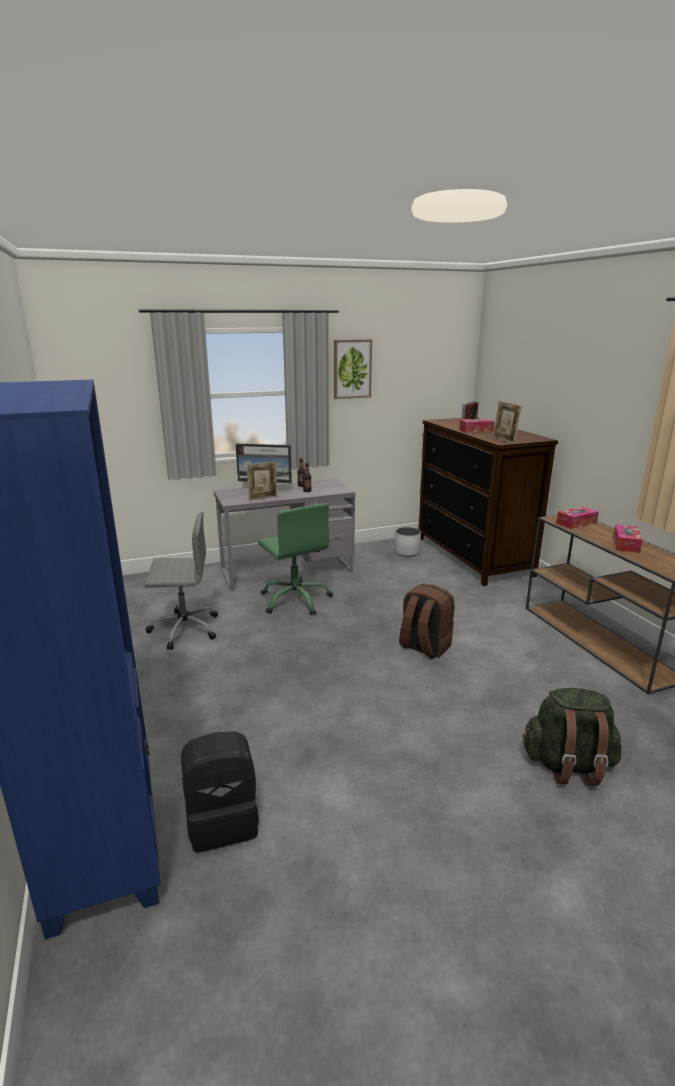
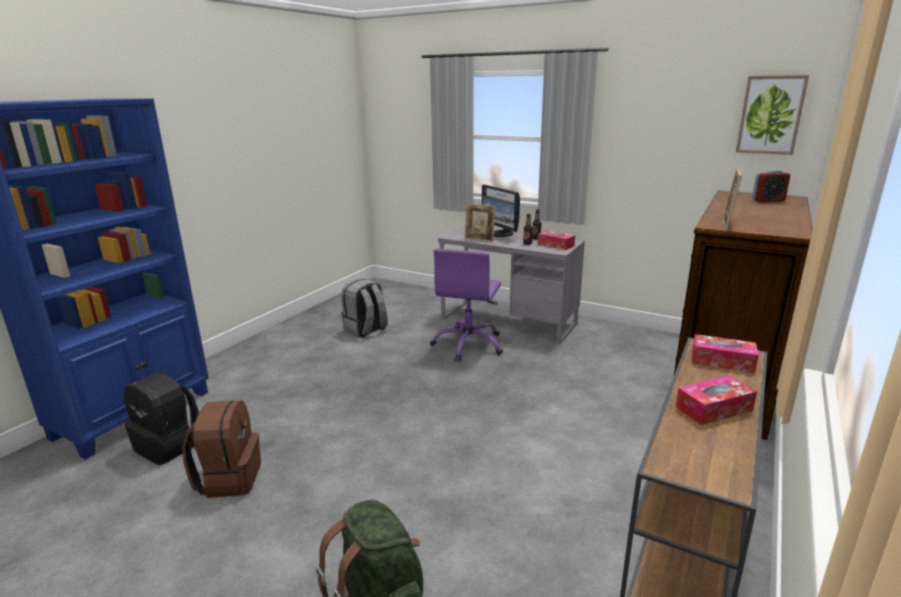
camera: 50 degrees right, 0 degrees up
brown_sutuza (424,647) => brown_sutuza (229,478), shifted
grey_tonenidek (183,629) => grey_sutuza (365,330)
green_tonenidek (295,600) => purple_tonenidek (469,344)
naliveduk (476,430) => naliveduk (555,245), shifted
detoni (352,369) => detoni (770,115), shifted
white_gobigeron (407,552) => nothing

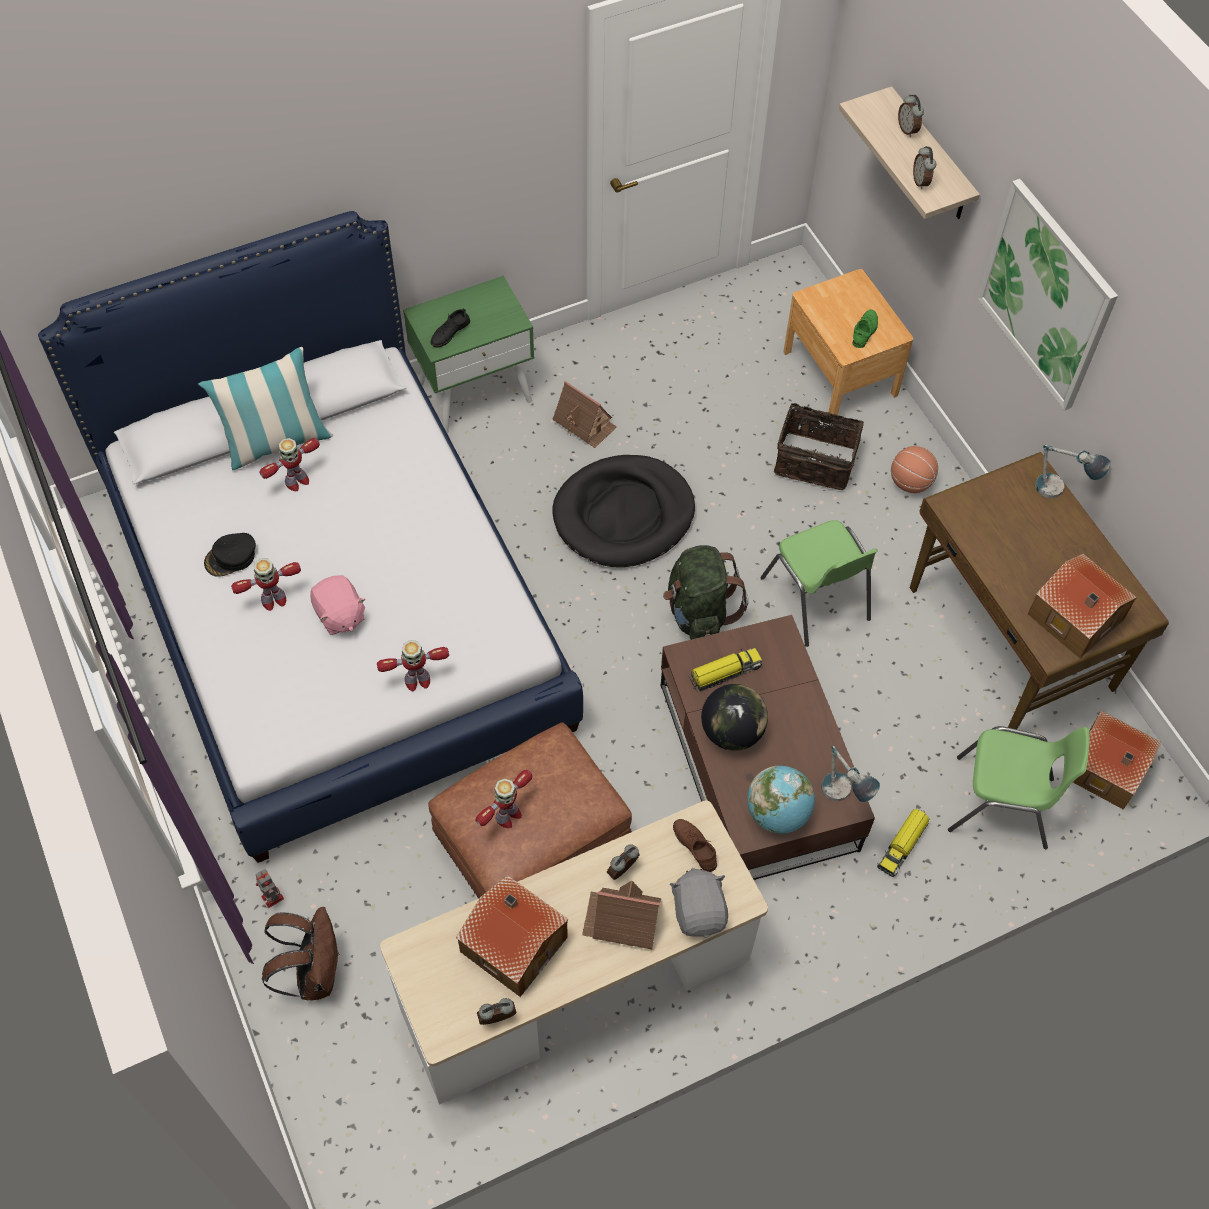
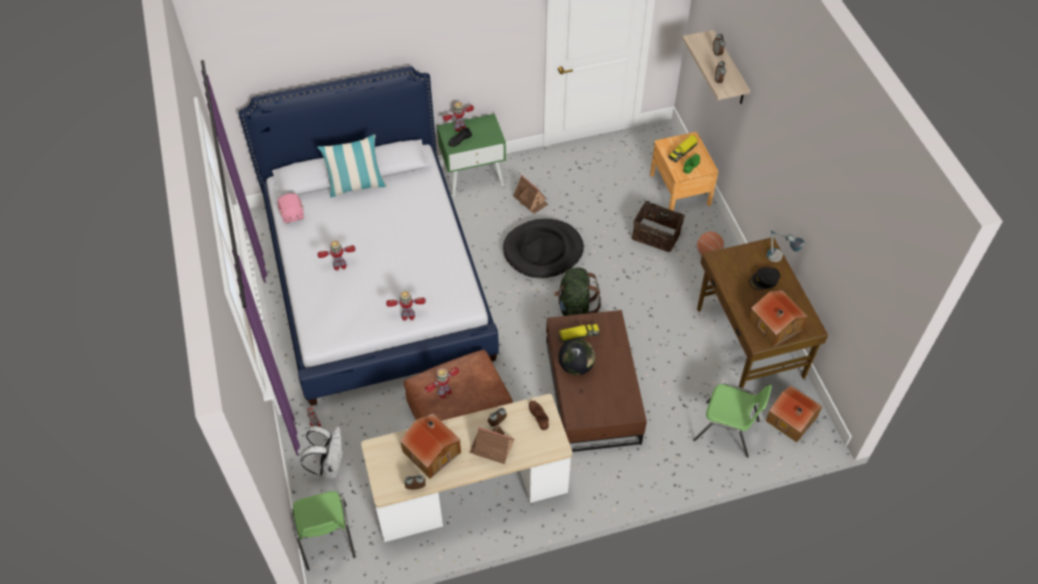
camera: 10 degrees right, 5 degrees down
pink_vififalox (339,615) => pink_vififalox (292,215), shifted
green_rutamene (816,600) => green_rutamene (326,538), shifted
brown_sutuza (314,973) => white_sutuza (330,466)
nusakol (296,481) => nusakol (459,127), shifted
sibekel (902,845) => sibekel (682,151), shifted
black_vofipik (231,557) => black_vofipik (764,280), shifted
grey_vififalox (699,911) => nothing
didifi (777,813) => nothing
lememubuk (843,798) => nothing
detoni (1046,295) => nothing

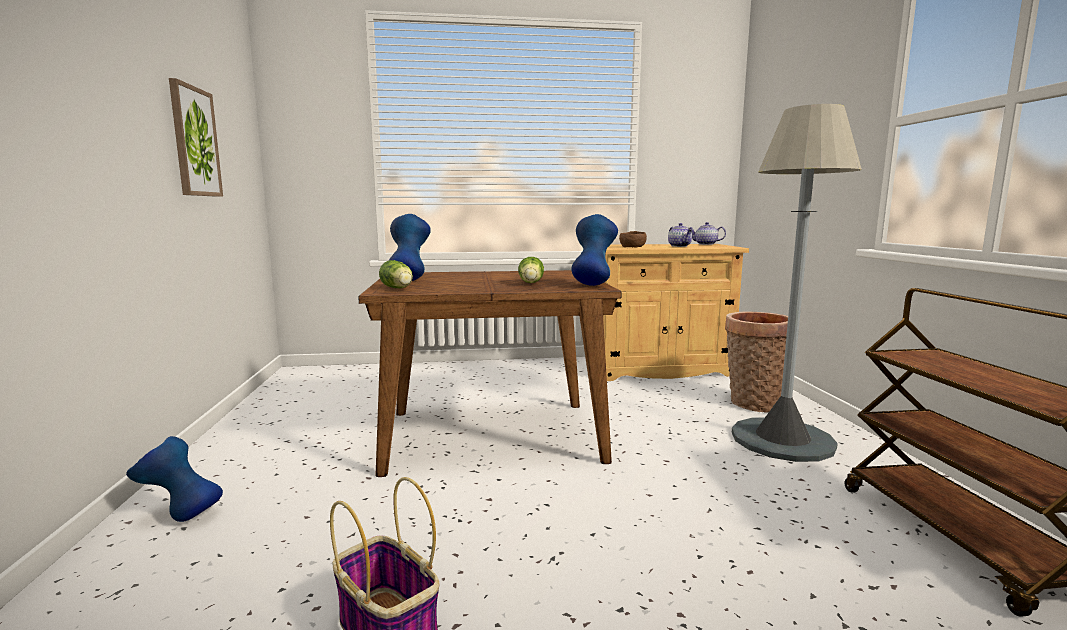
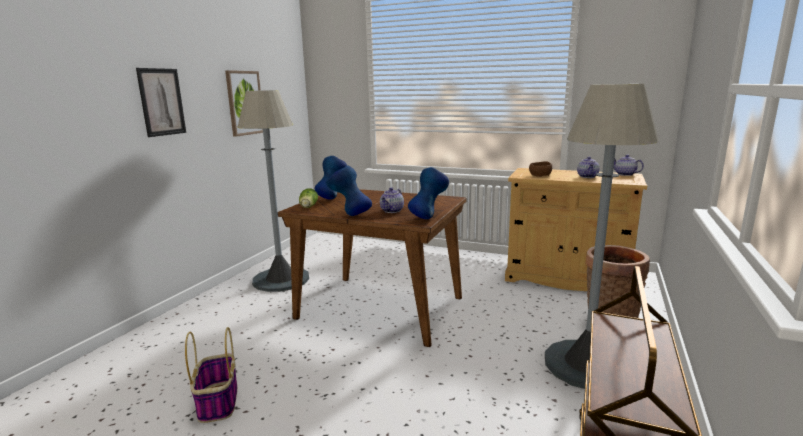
camera: 30 degrees right, 5 degrees up
nothing => detoni (161,102)
nothing => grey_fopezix (281,279)
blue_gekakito (180,517) => blue_gekakito (350,214), shifted
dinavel (531,283) => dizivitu (392,211)

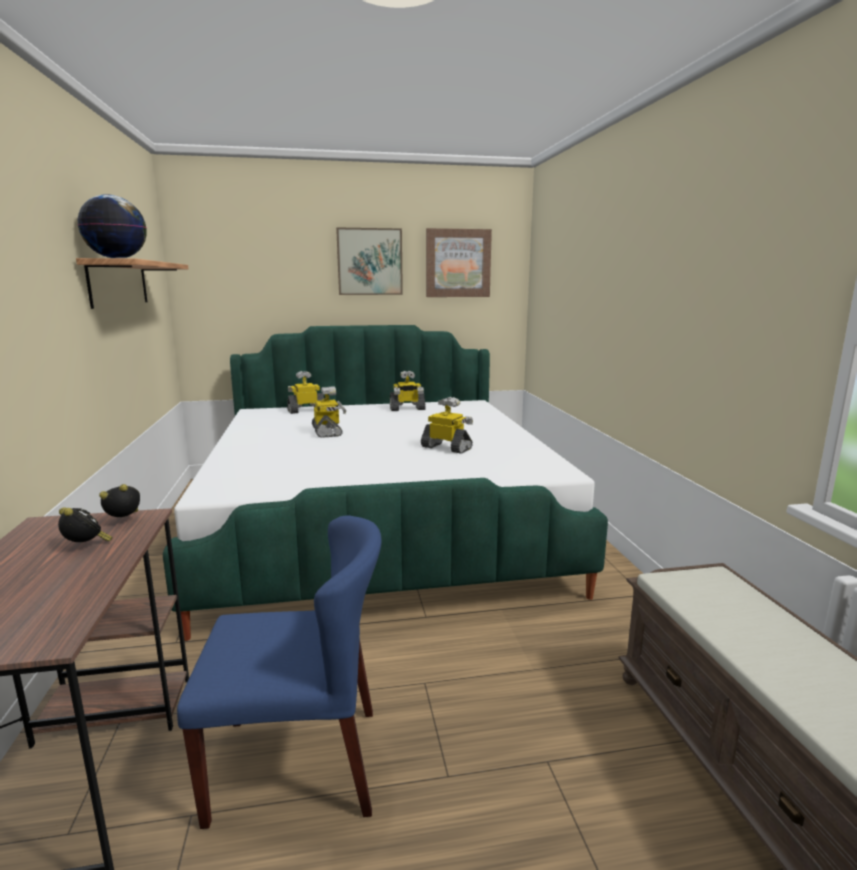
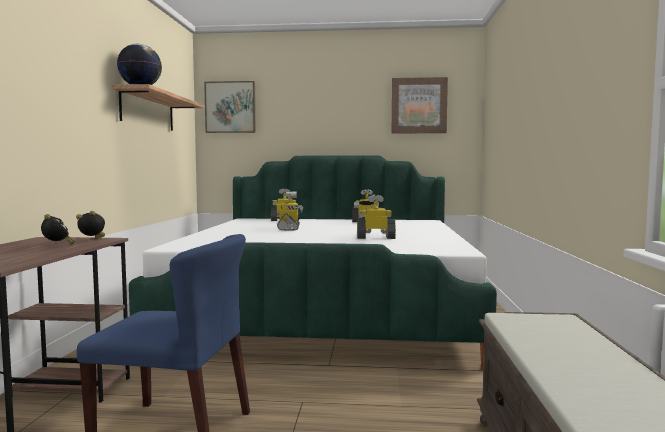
camera: 15 degrees right, 10 degrees down
detoni (369,262) => detoni (230,107), shifted
nusakol (447,448) => nusakol (376,237), 45 degrees counterclockwise

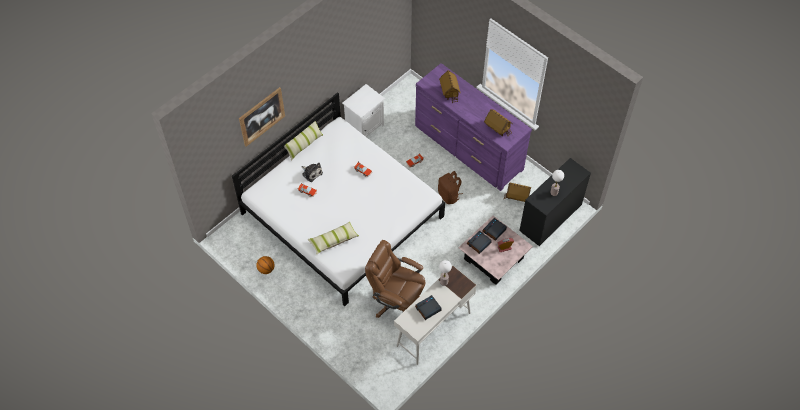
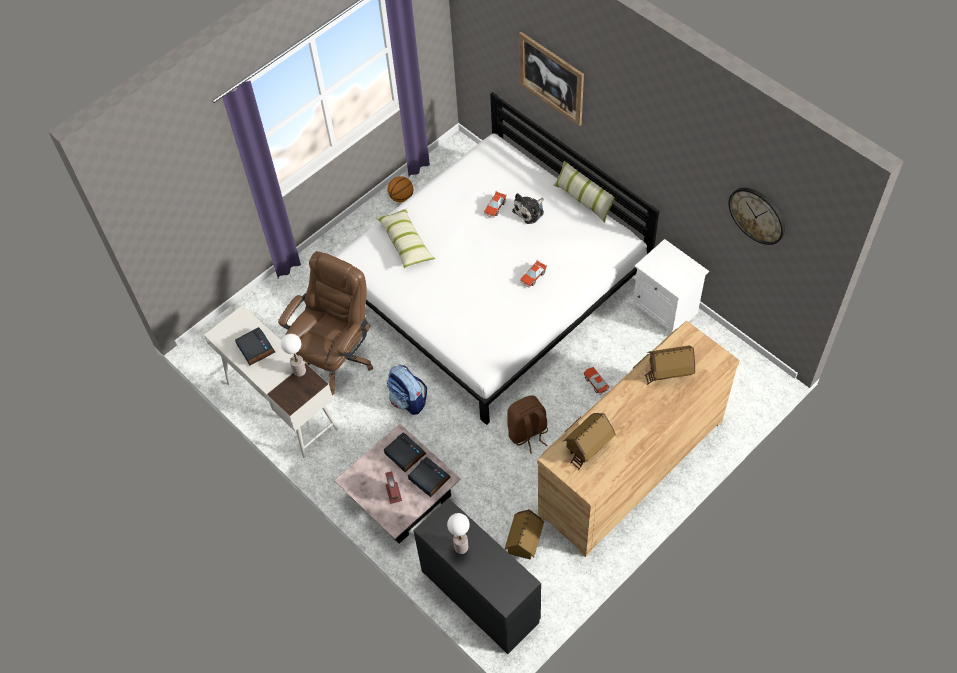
camera: 95 degrees right, 0 degrees up
nothing => sutuza (408,400)
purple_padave (468,148) => brown_padave (630,466)
nothing => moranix (757,215)

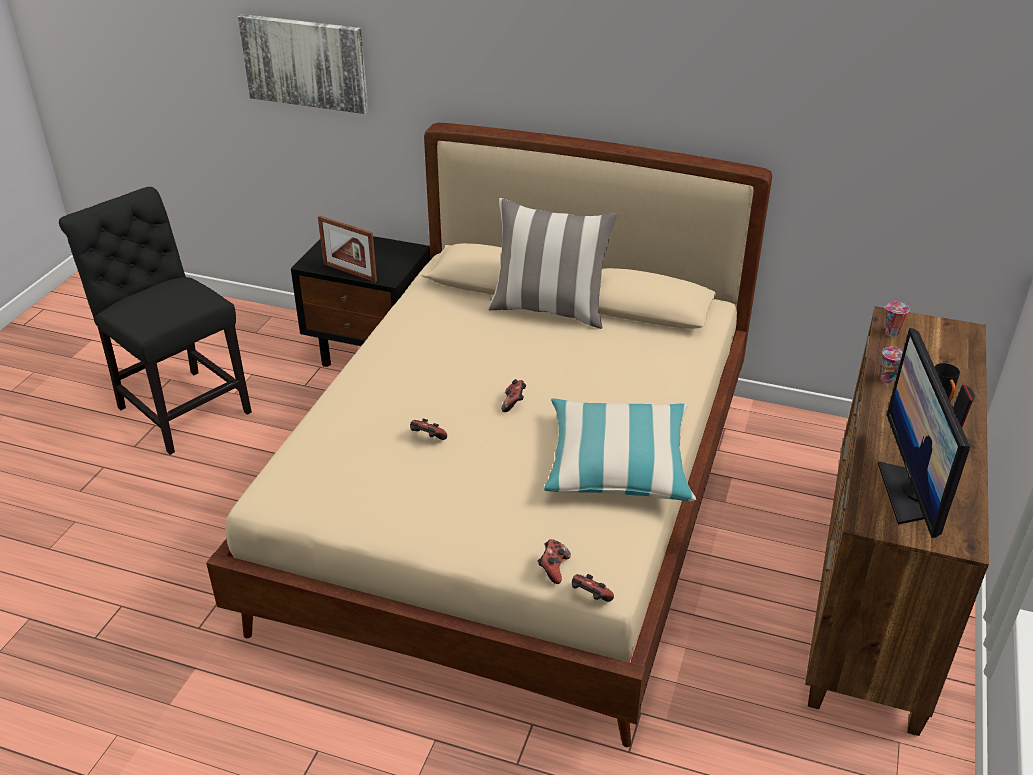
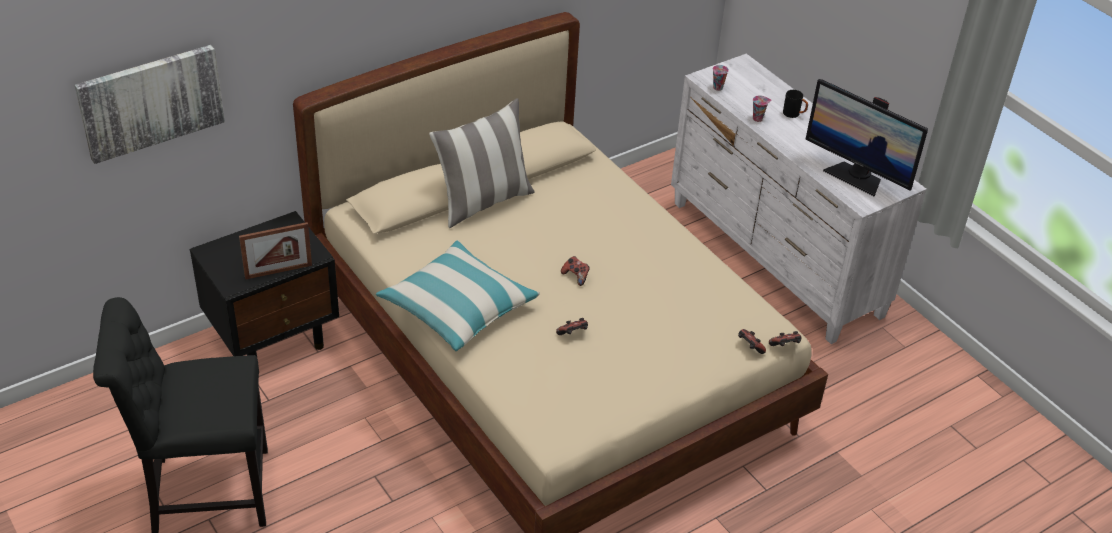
camera: 55 degrees left, 5 degrees up
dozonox (618,464) => dozonox (458,307), shifted
brown_padave (873,589) => white_padave (774,259)

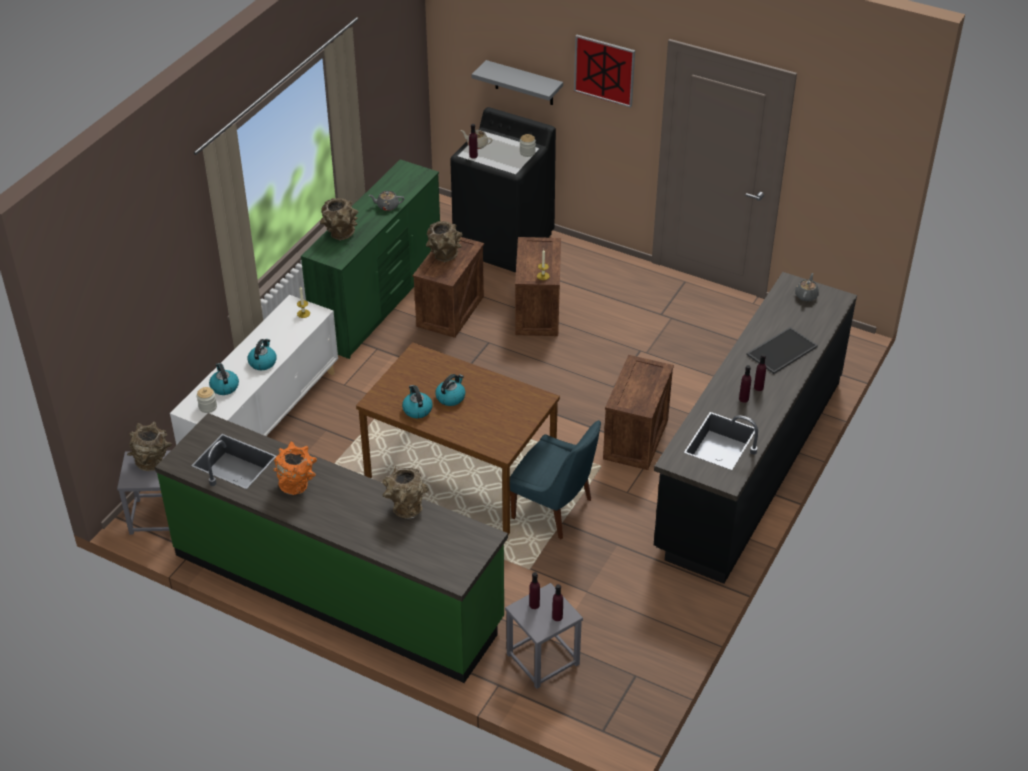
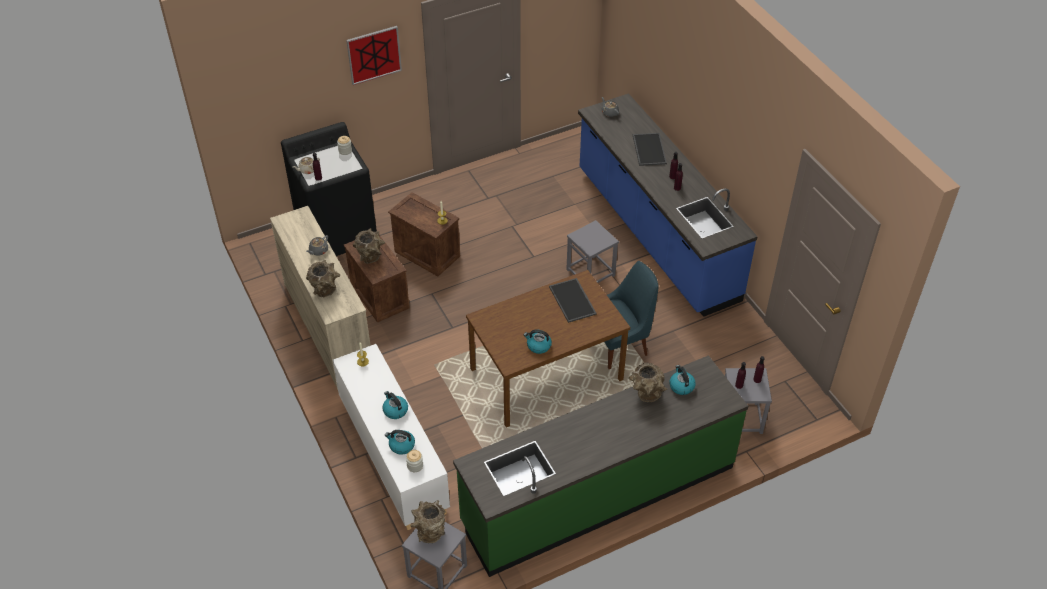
camera: 55 degrees left, 5 degrees up
green_padave (379,301) => beige_padave (329,328)
nothing => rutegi (573,300)
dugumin (636,440) => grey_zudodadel (591,272)
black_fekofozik (749,463) => blue_fekofozik (655,235)
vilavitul (450,397) => vilavitul (681,386), shifted
orange_gekakito (297,485) => nothing
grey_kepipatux (524,83) => nothing

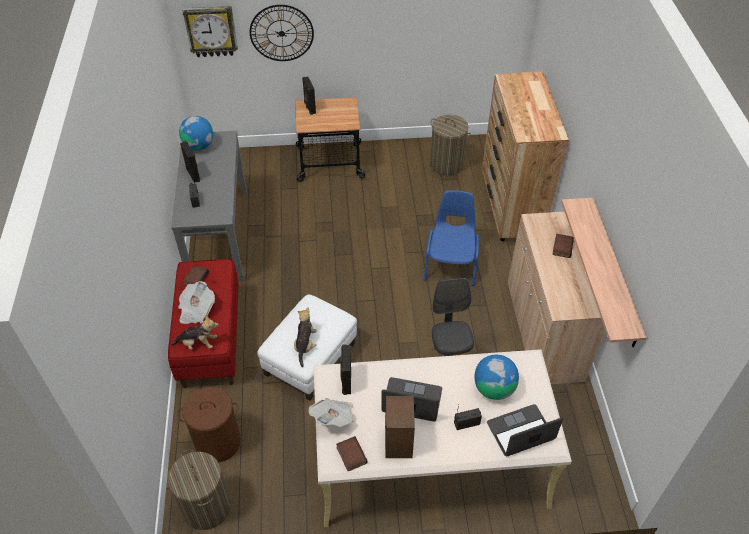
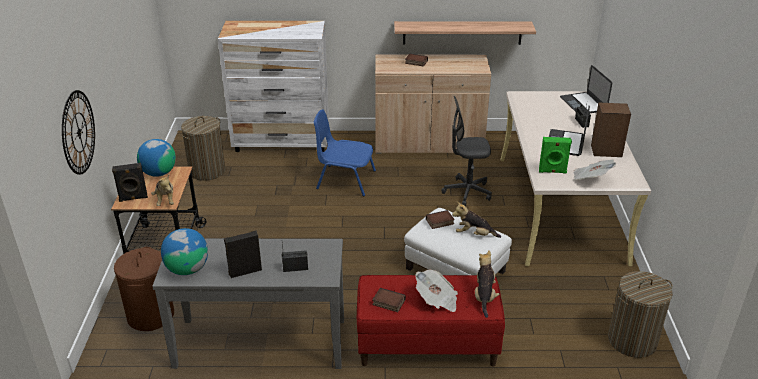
camera: 85 degrees left, 15 degrees down
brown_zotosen (217,442) => brown_zotosen (150,315), shifted
didifi (493,388) => didifi (159,173), shifted
nothing => vififalox (165,200)
brown_padave (511,207) => white_padave (282,142)
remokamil (350,455) => remokamil (439,222), shifted
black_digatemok (346,381) => green_digatemok (552,171)
moranix (211,31) => nothing

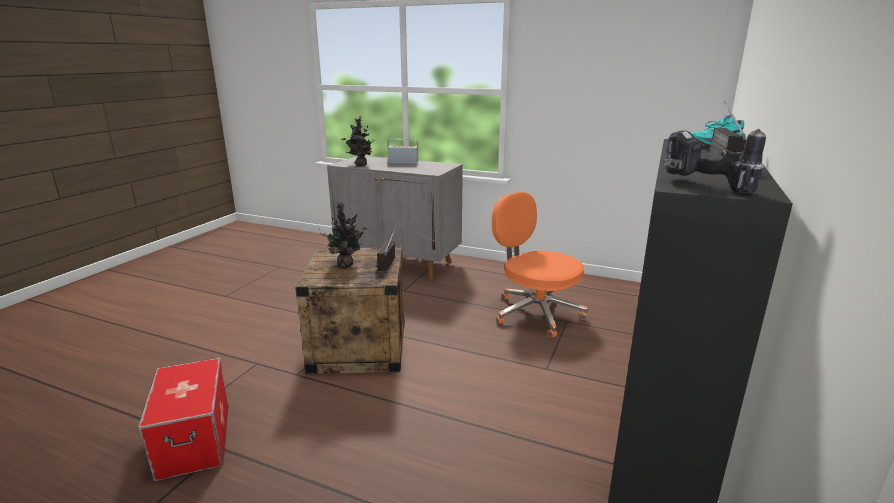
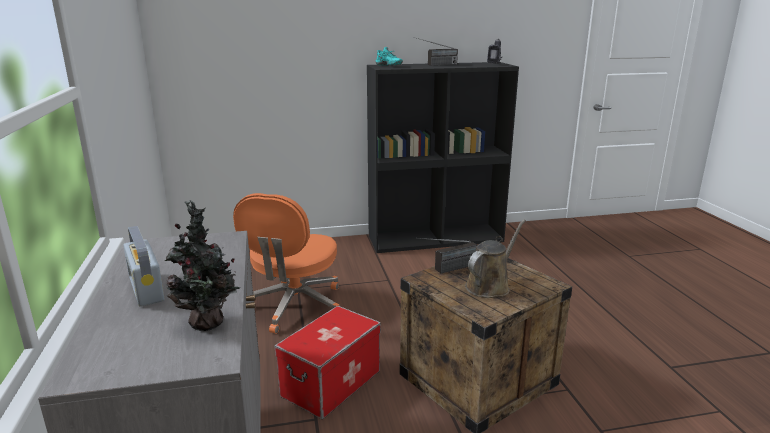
camera: 125 degrees left, 0 degrees up
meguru (195,440) => meguru (331,383), shifted
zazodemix (346,264) => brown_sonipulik (490,286)

